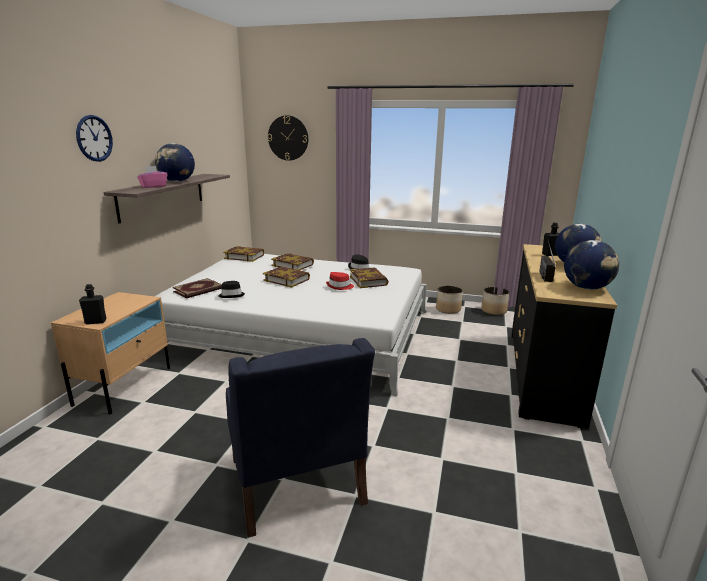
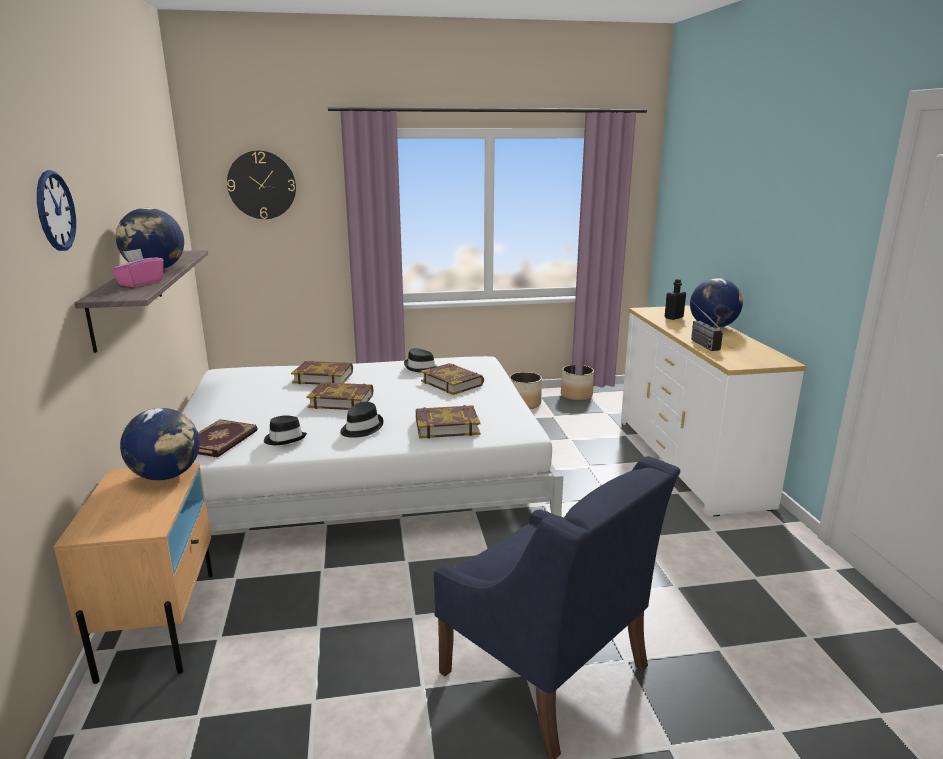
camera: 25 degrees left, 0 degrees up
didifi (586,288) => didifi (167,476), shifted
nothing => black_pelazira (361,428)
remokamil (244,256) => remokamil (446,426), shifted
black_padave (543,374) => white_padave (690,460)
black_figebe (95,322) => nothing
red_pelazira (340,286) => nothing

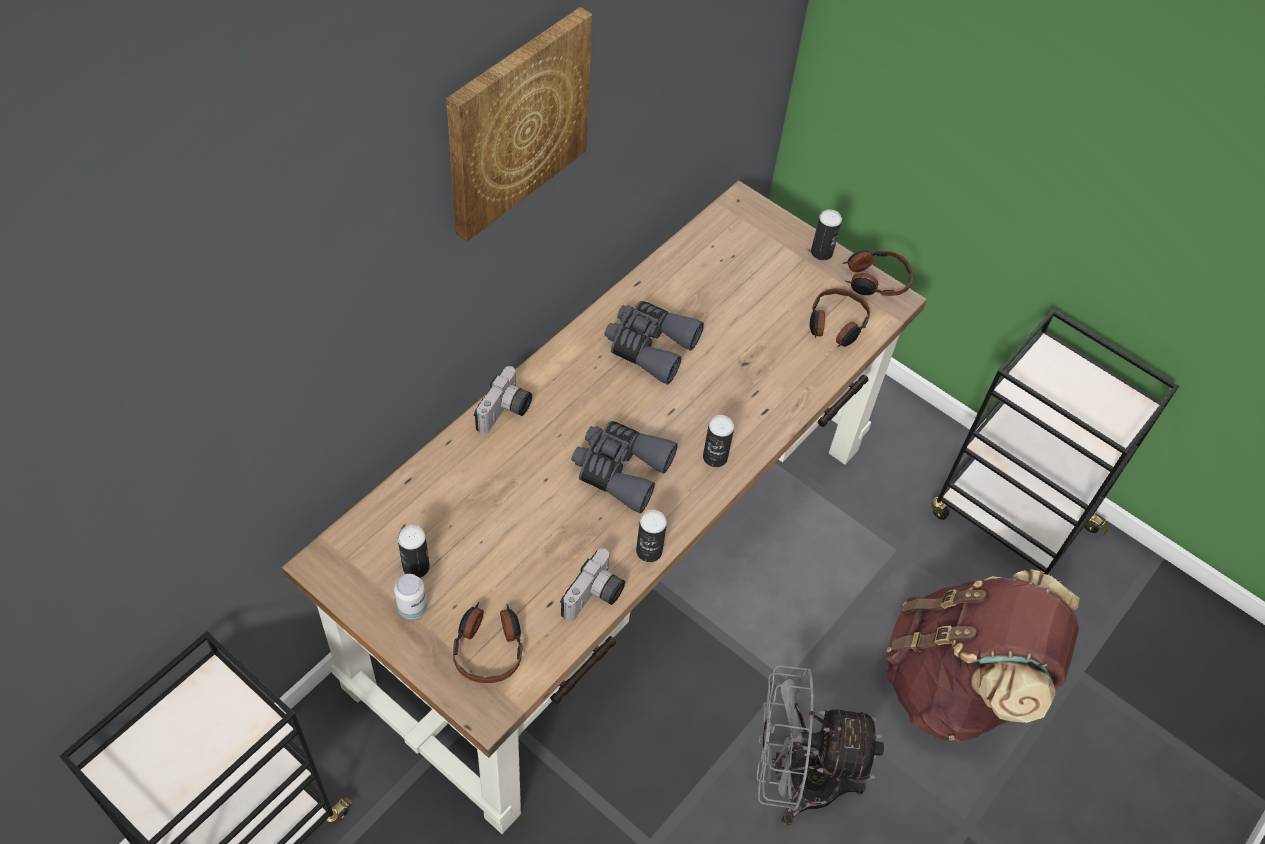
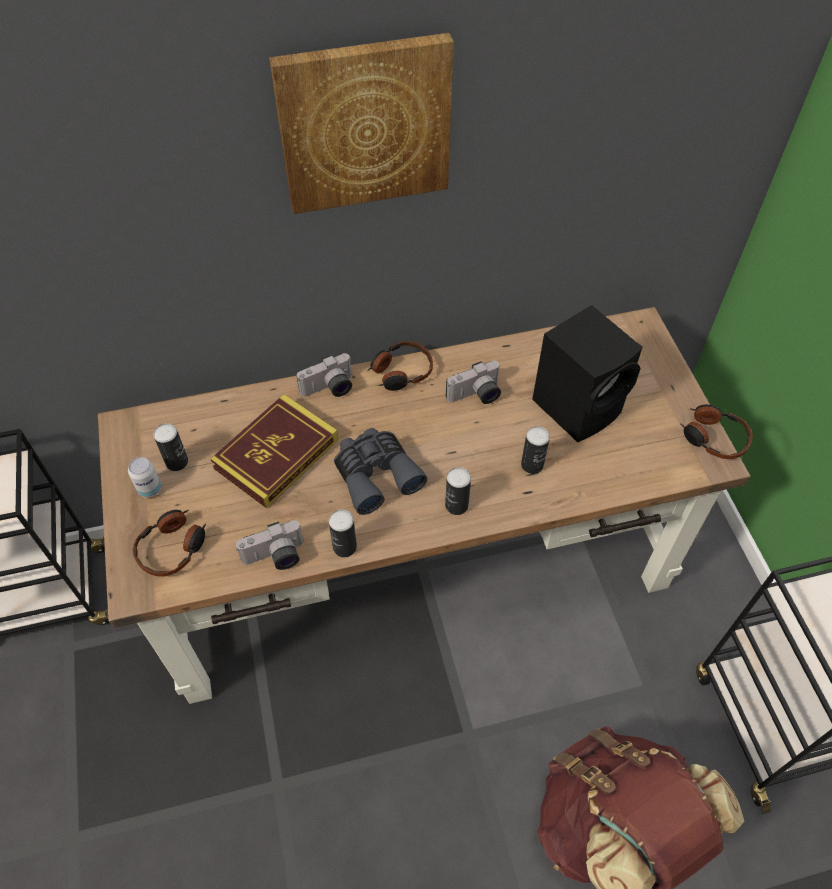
camera: 40 degrees right, 0 degrees up
nothing => remokamil (276,454)
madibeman (836,324) => madibeman (400,372), shifted
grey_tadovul (649,346) => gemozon (476,396)
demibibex (821,252) => demibibex (532,465), shifted
nothing => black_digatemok (579,406)
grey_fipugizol (794,781) => nothing

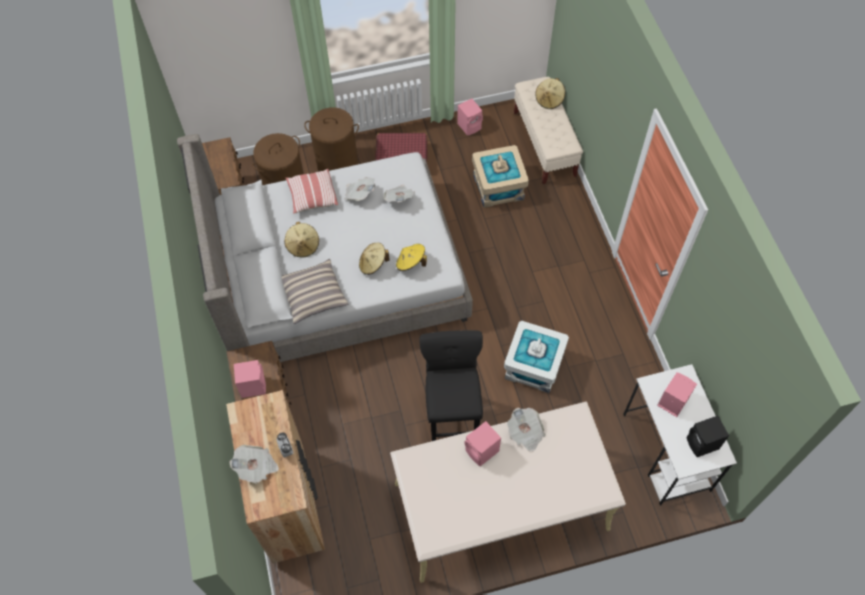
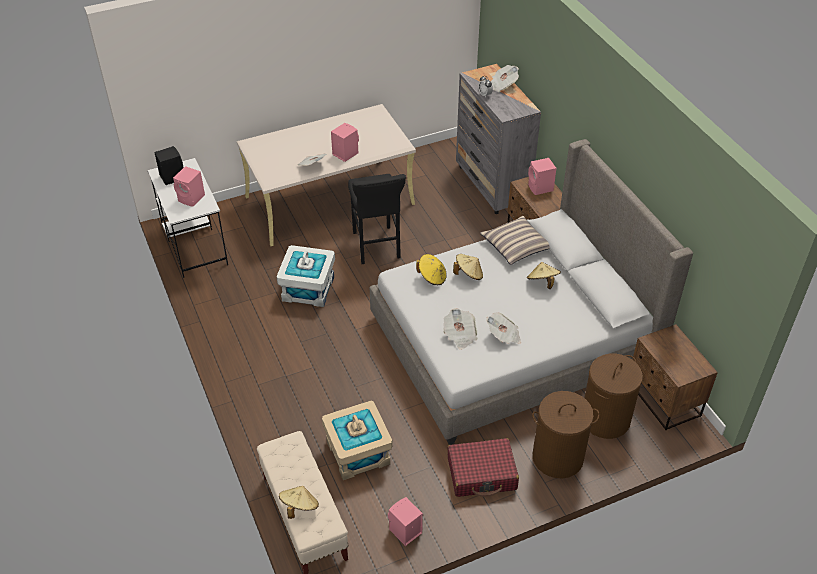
camera: 170 degrees right, 15 degrees down
brown_padave (289,503) => grey_padave (492,186)
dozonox (312,196) => nothing

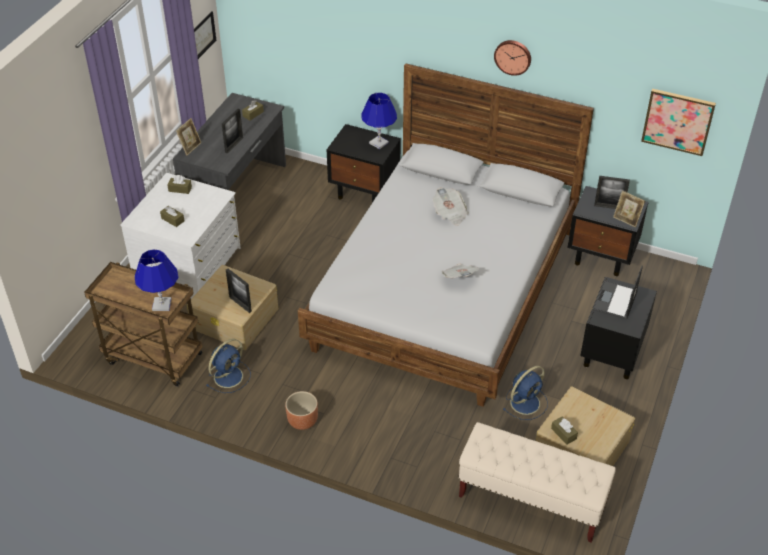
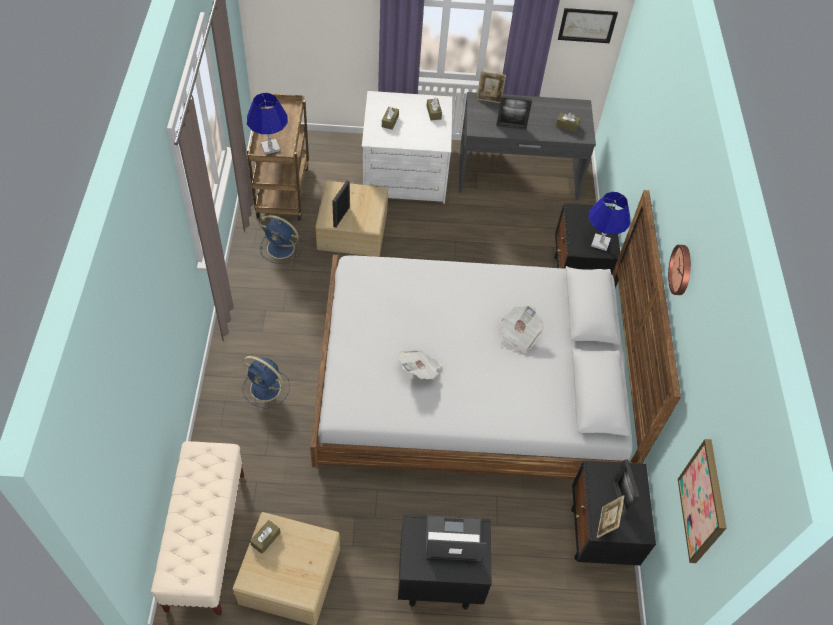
camera: 65 degrees right, 10 degrees up
blue_fipugizol (526,402) => blue_fipugizol (267,389), shifted
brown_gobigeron (303,421) => nothing

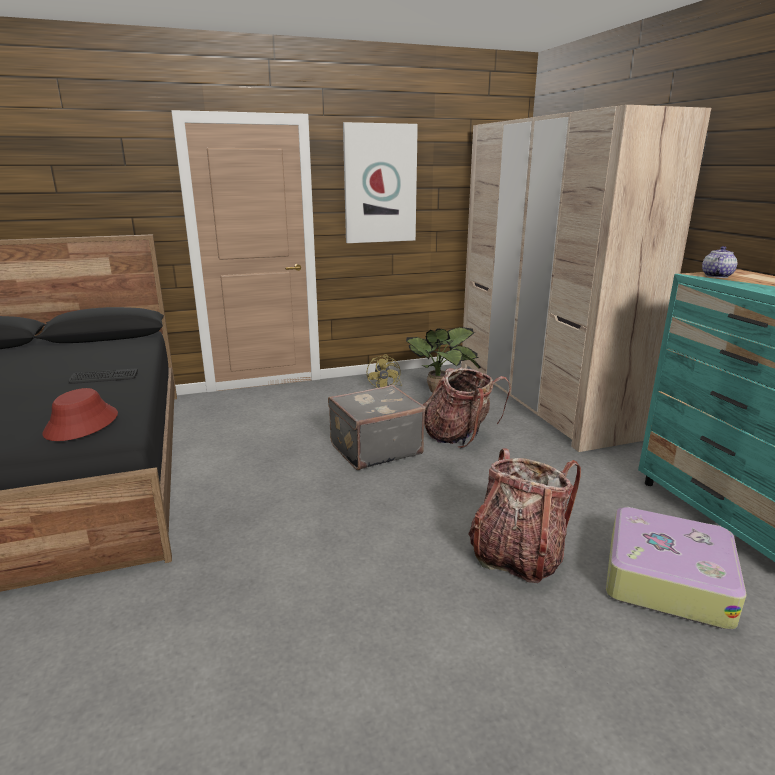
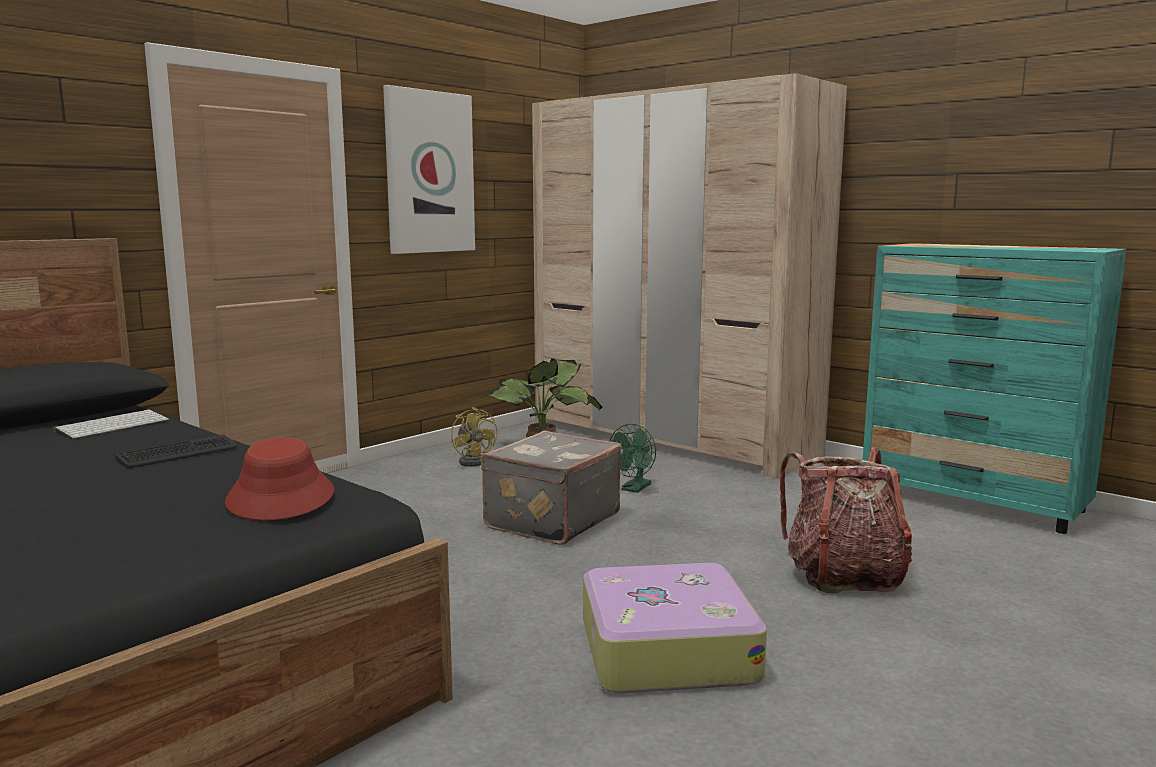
camera: 30 degrees left, 10 degrees down
nothing => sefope (113,425)
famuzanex (666,578) => famuzanex (665,649), shifted
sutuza (460,436) => green_fipugizol (634,489)
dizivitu (716,276) => nothing

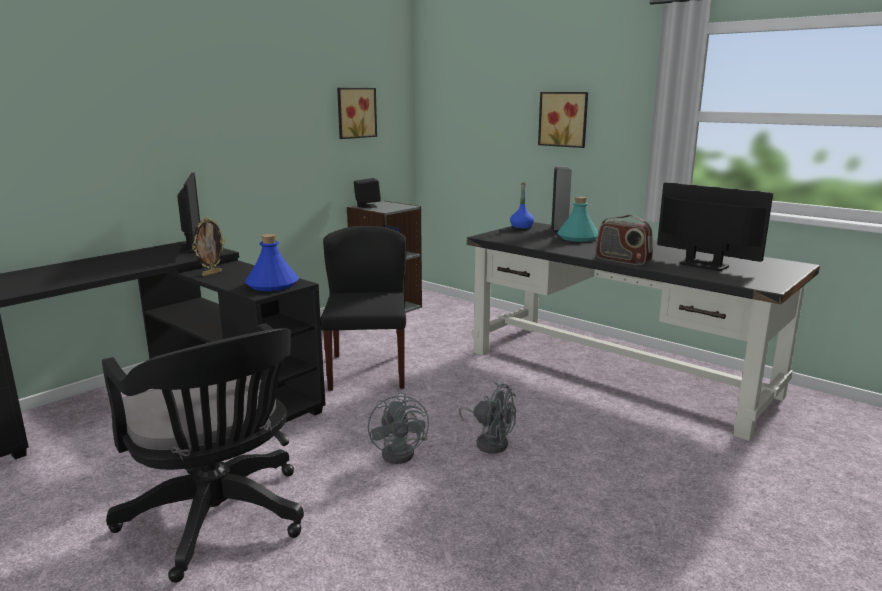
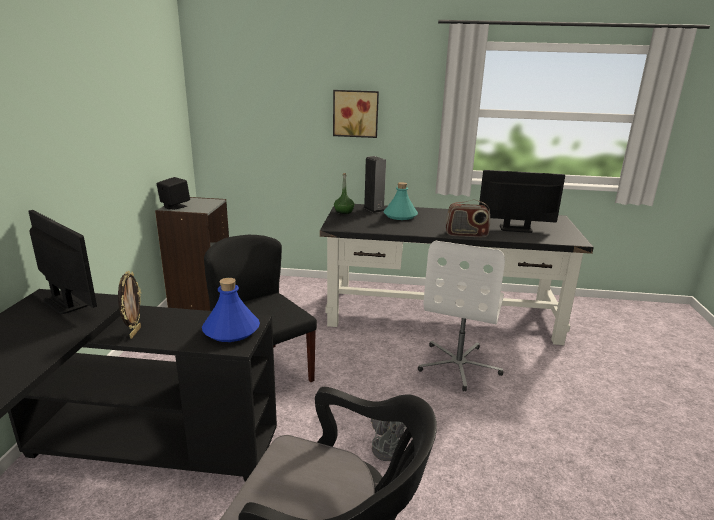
camera: 35 degrees left, 5 degrees up
blue_figebe (521,228) => green_figebe (343,211)
nothing => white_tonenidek (459,365)
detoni (355,113) => nothing
grey_fipugizol (489,442) => nothing

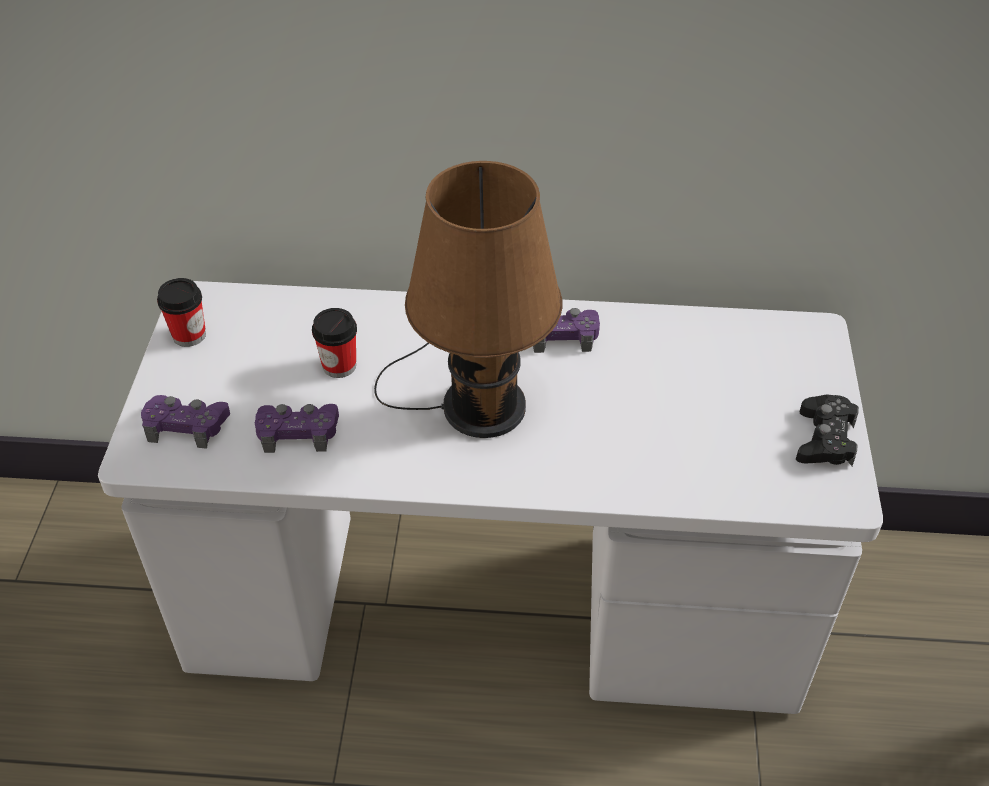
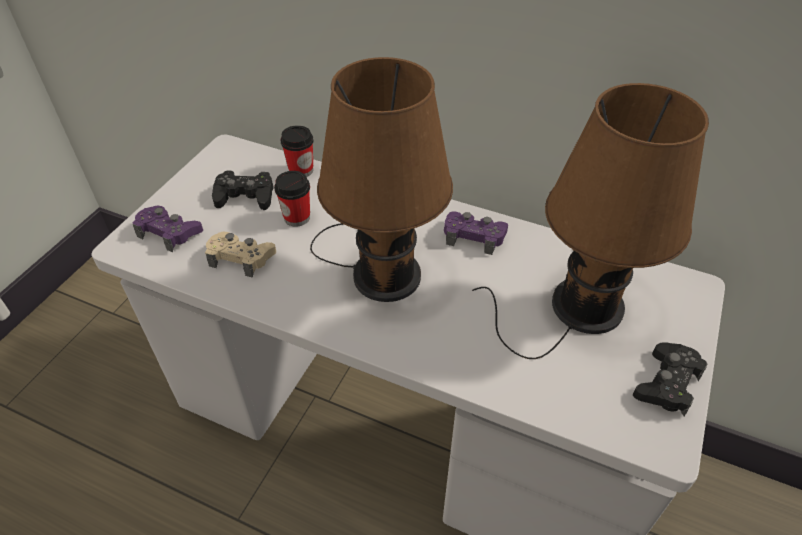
camera: 20 degrees right, 0 degrees up
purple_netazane (298,432) => beige_netazane (241,258)
nothing => black_netazane (245,196)
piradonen (189,335) => piradonen (301,170), shifted
nothing => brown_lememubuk (578,308)

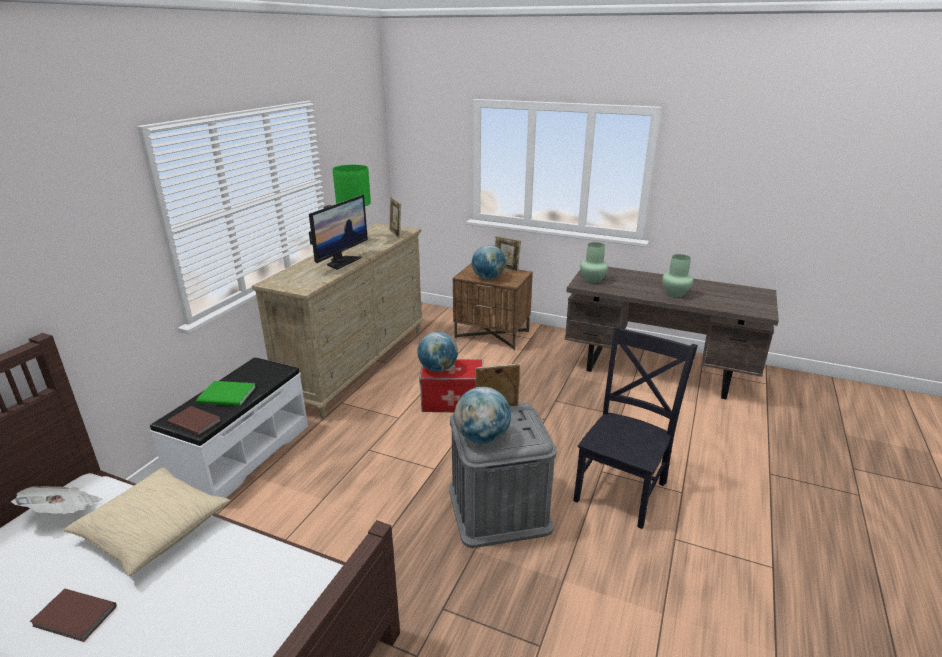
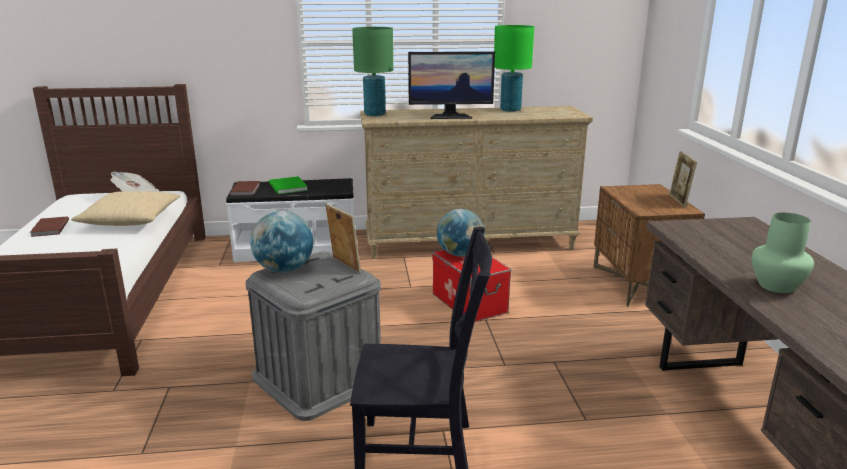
camera: 60 degrees right, 5 degrees down
nothing => green_lememubuk (375,114)
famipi (396,234) => nothing
didifi (488,278) => nothing
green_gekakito (592,280) => nothing

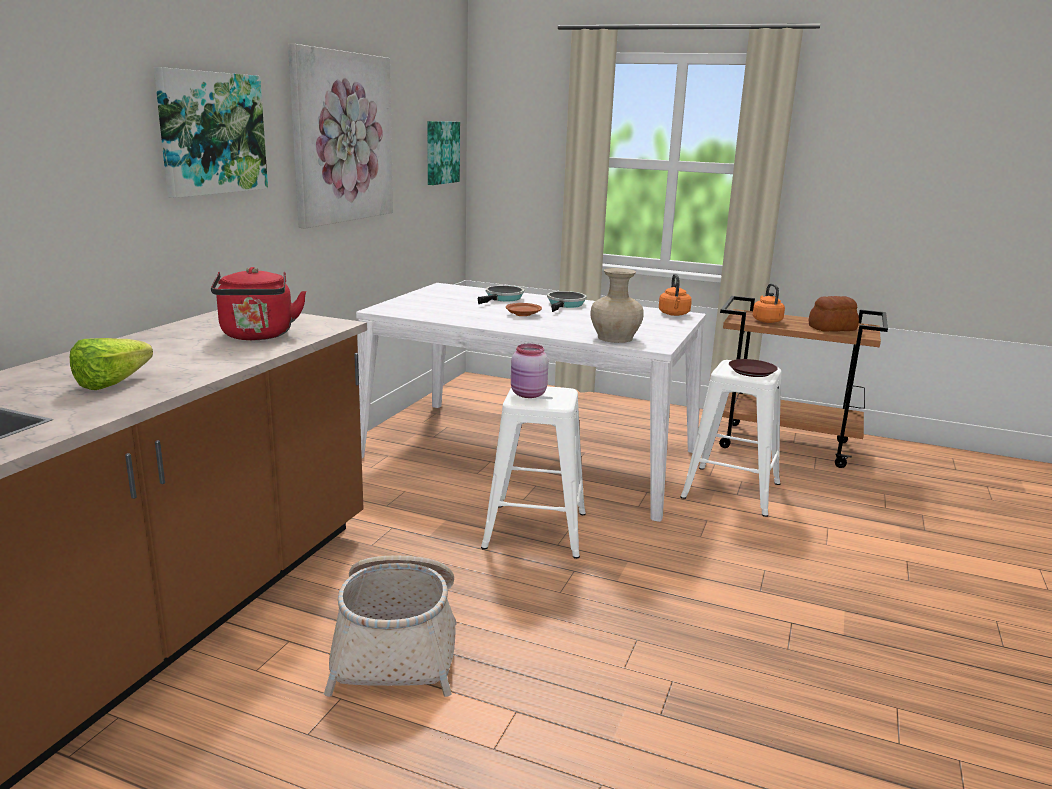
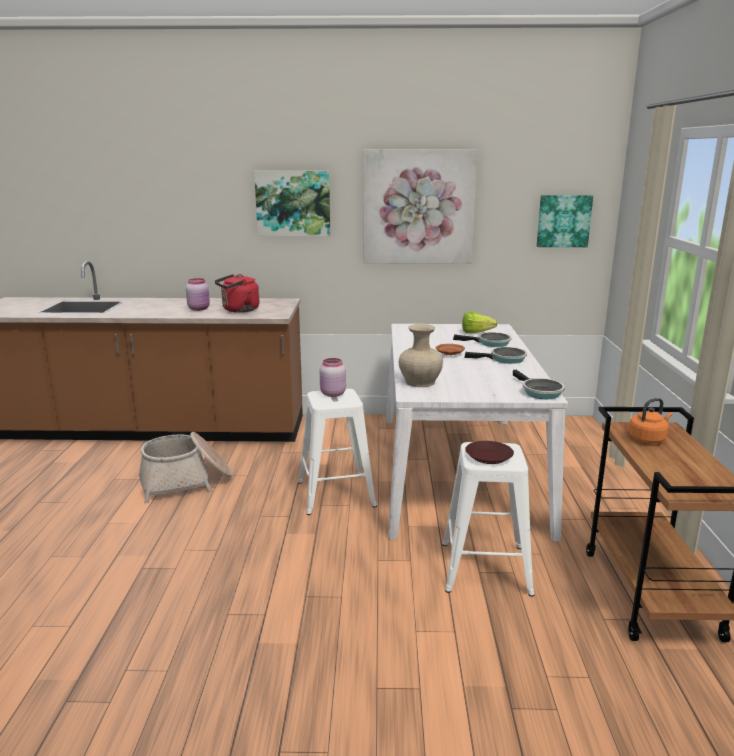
camera: 70 degrees right, 0 degrees up
nothing => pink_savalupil (199,309)
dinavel (119,382) => dinavel (479,333), shifted
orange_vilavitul (674,314) => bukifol (539,392)
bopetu (831,328) => nothing

